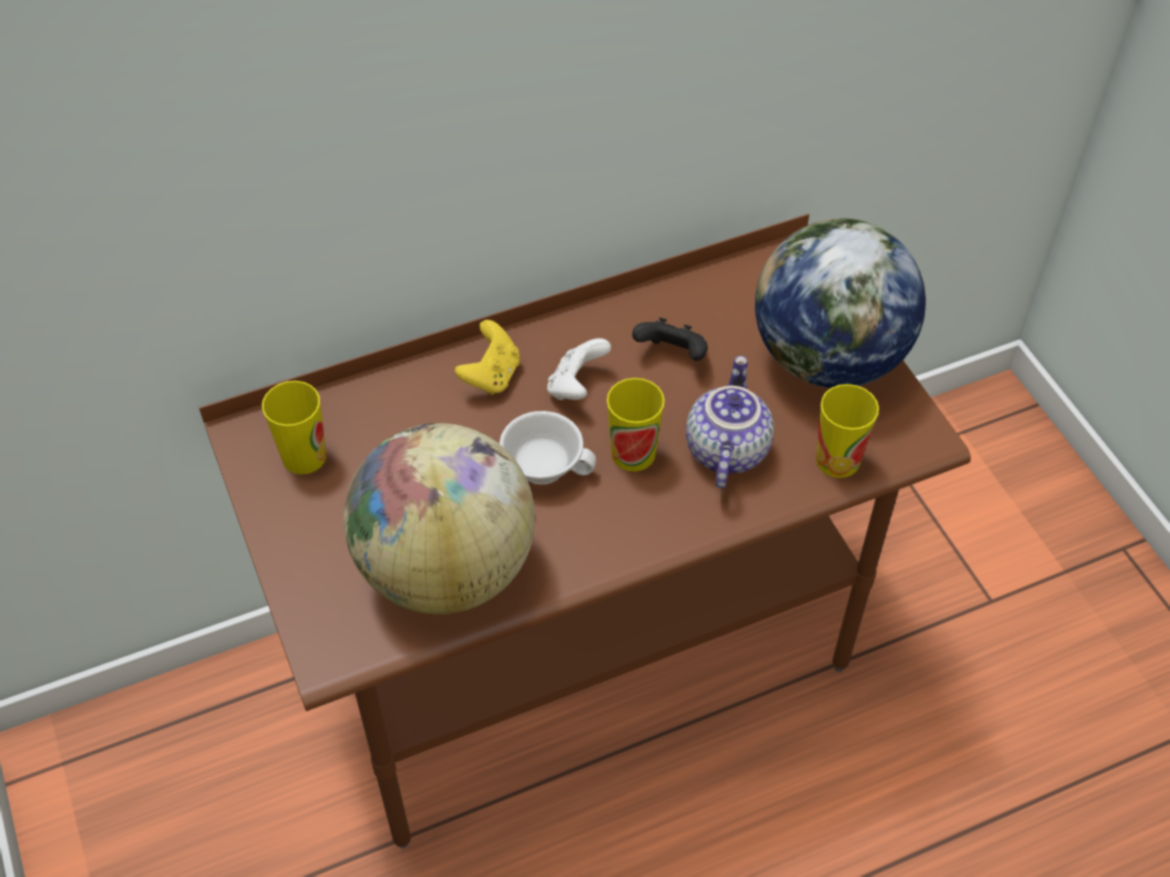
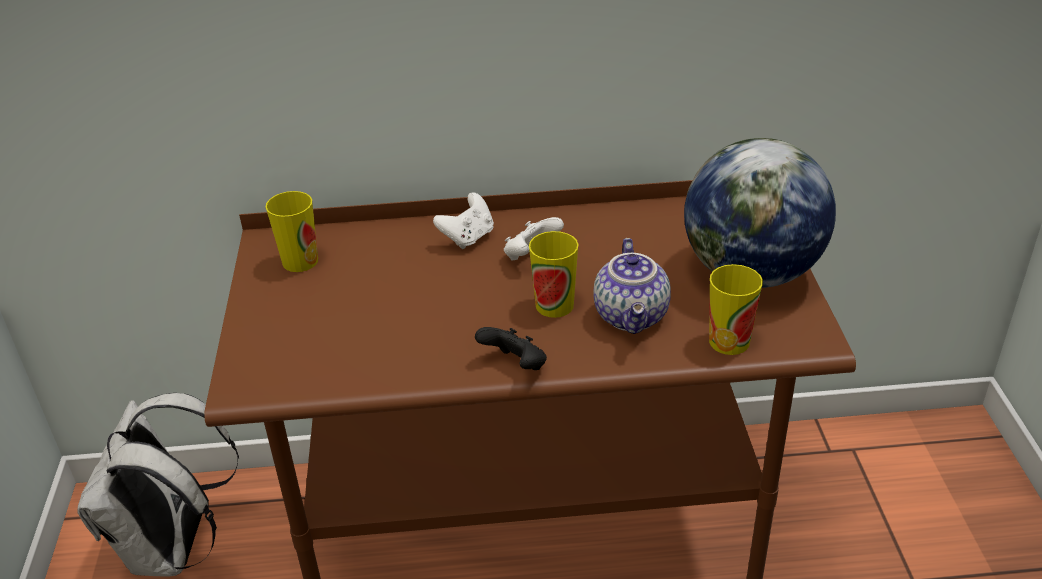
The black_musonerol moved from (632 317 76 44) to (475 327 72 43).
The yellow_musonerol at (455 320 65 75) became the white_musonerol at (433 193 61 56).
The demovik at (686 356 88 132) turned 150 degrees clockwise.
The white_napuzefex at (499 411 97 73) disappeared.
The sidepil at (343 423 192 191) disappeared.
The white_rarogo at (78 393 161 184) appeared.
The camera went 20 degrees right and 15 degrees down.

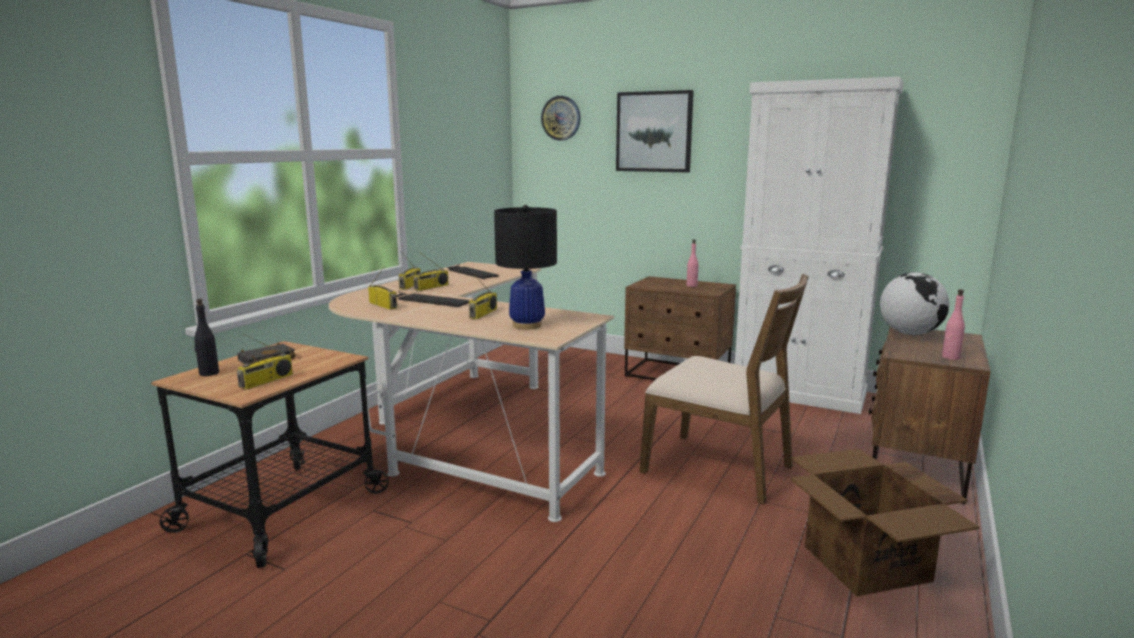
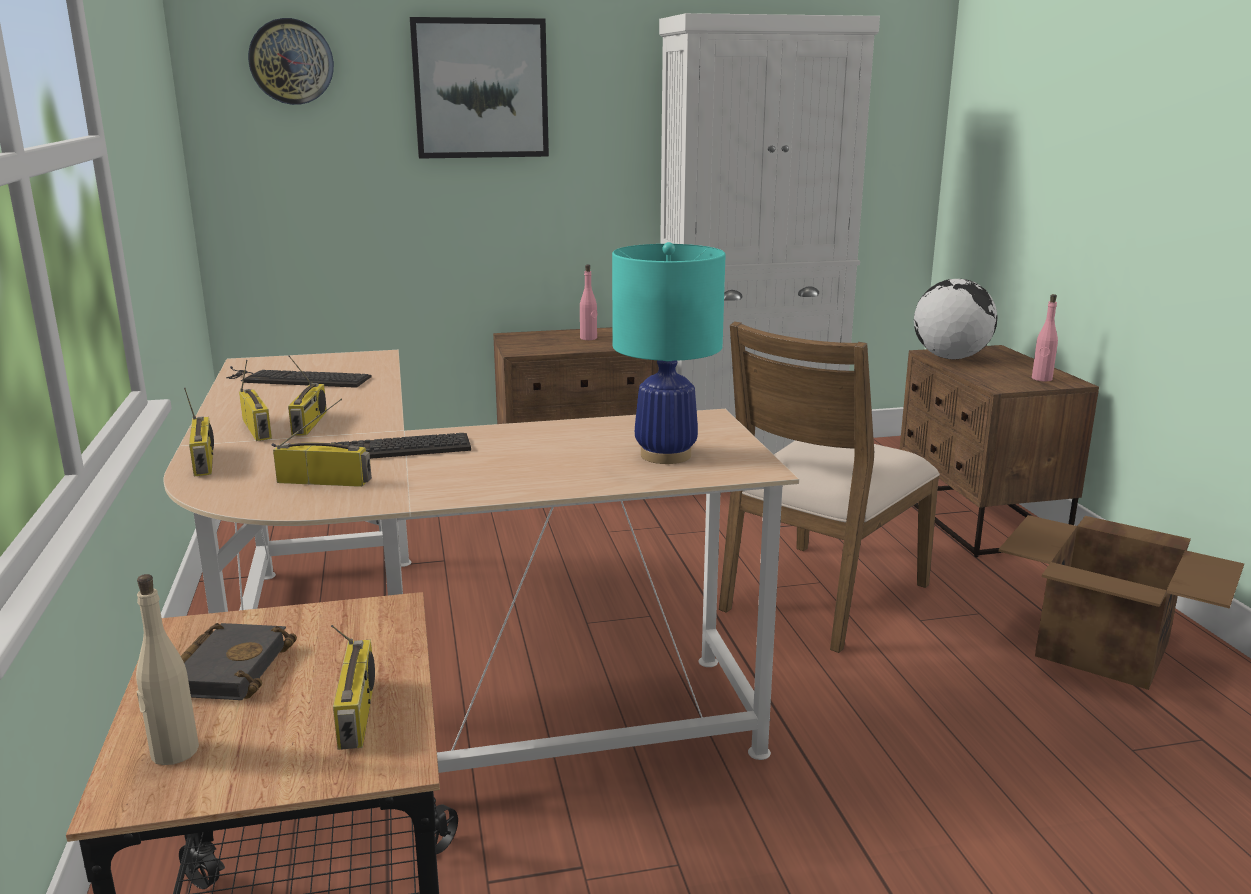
The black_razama at (494 205 63 125) became the turquoise_razama at (612 242 114 222).
The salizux moved from (469 272 28 47) to (184 387 30 89).
The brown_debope at (640 274 169 230) turned 135 degrees clockwise.
The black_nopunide at (194 299 25 77) became the beige_nopunide at (136 574 63 191).
The camera went 40 degrees left and 5 degrees up.

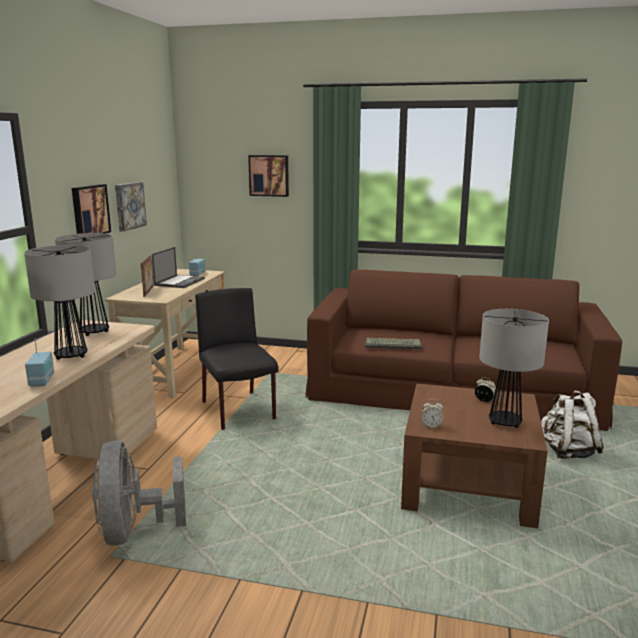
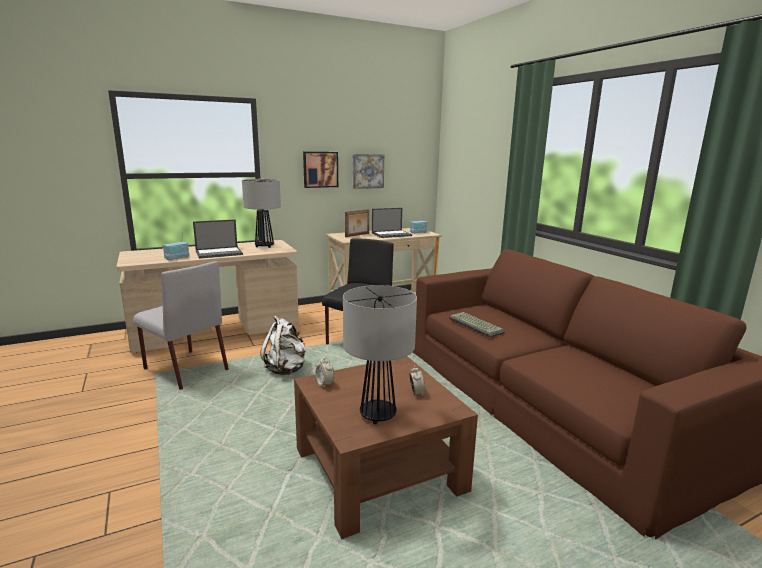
The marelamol at (248 155 41 42) disappeared.
The razama at (24 245 71 115) was replaced by the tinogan at (193 219 50 40).
The white_rarogo moved from (541 391 63 68) to (260 316 45 59).
The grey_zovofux at (92 440 94 106) was replaced by the grey_debope at (133 261 96 129).
The camera went 50 degrees right and 0 degrees up.

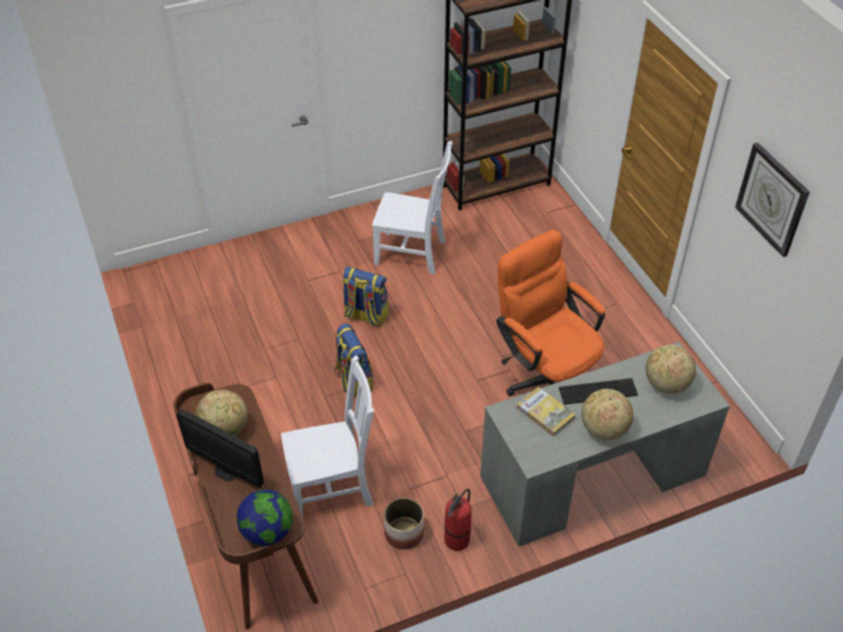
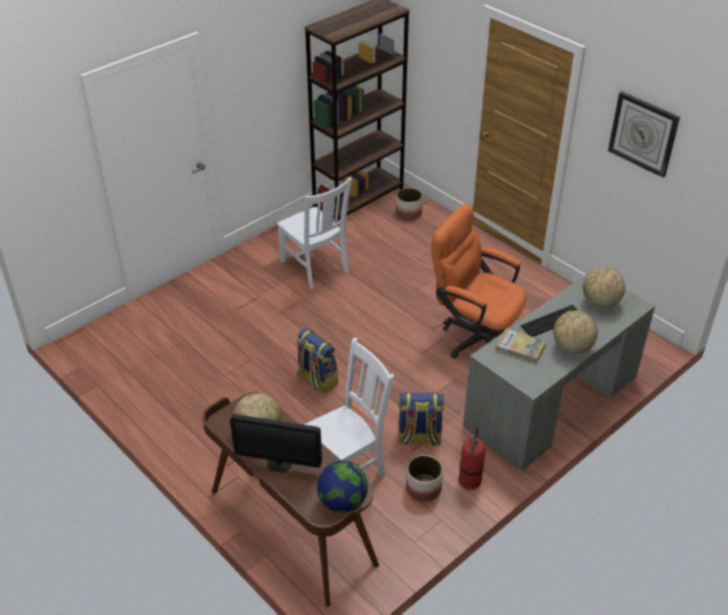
The white_debope at (372 141 81 134) turned 60 degrees clockwise.
The rarogo moved from (343 267 46 60) to (398 392 46 55).
The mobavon at (396 188 27 33) appeared.
The camera went 20 degrees left and 5 degrees down.

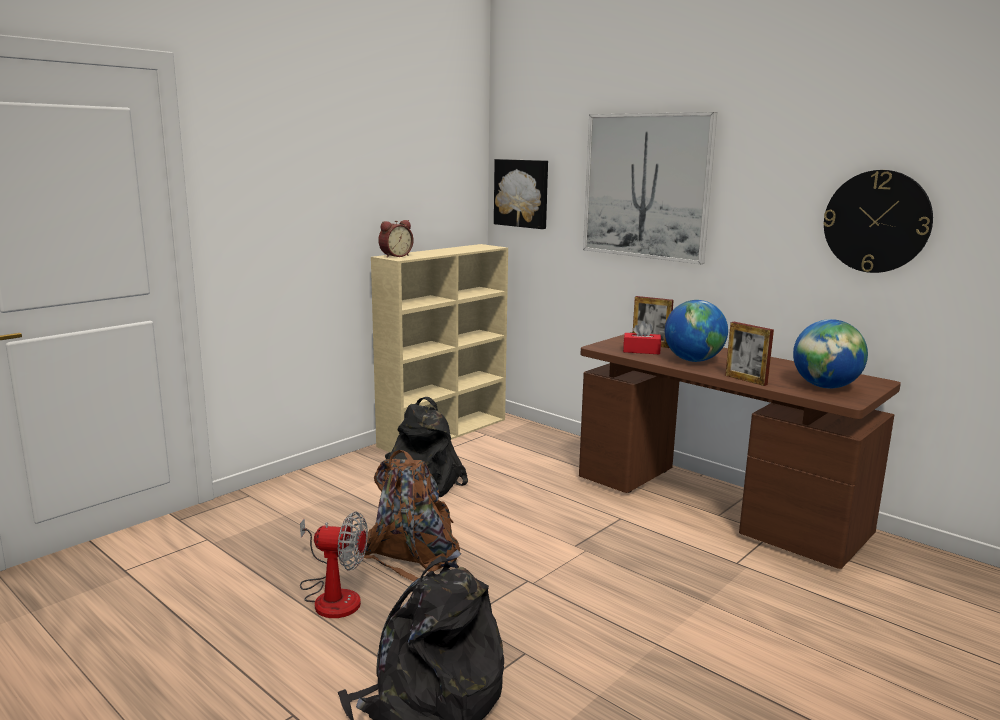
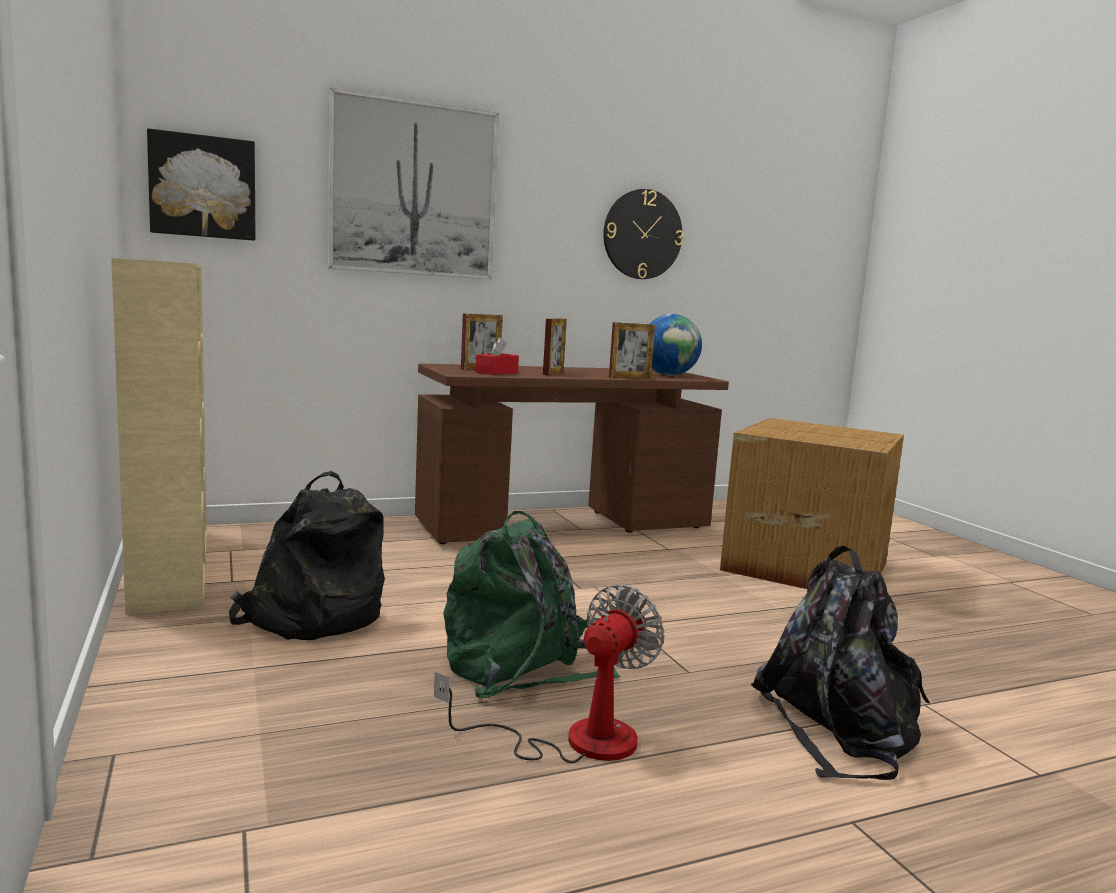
The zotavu at (378 220 35 37) disappeared.
The sidepil at (665 300 63 62) was replaced by the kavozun at (543 319 24 56).
The brown_rarogo at (355 450 106 131) became the green_rarogo at (443 511 177 187).
The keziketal at (720 418 184 171) appeared.
The camera went 65 degrees left and 5 degrees down.

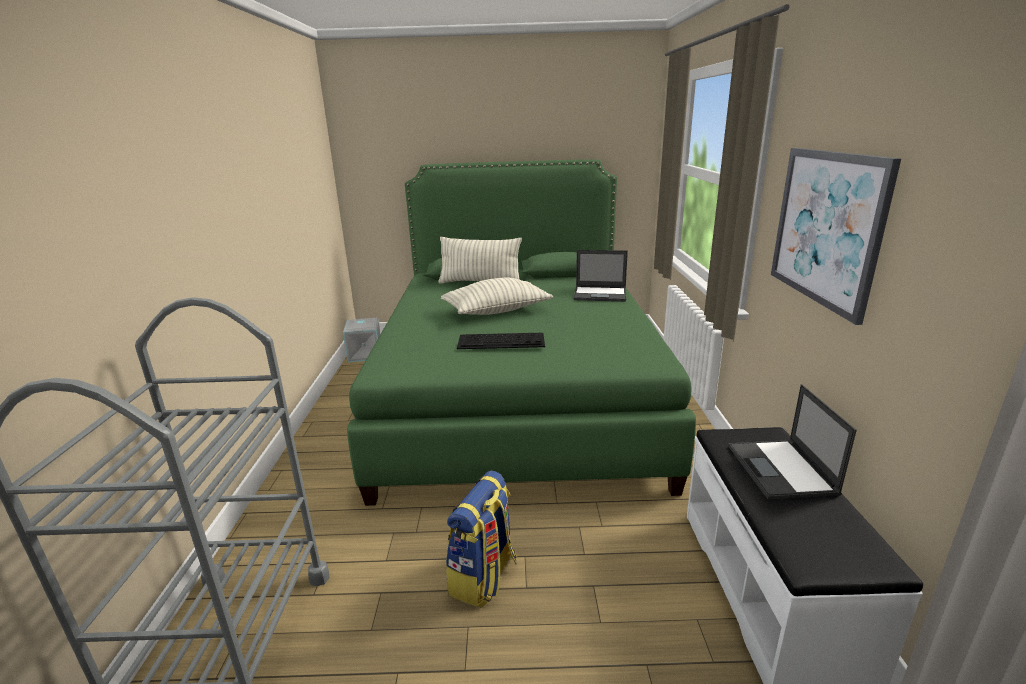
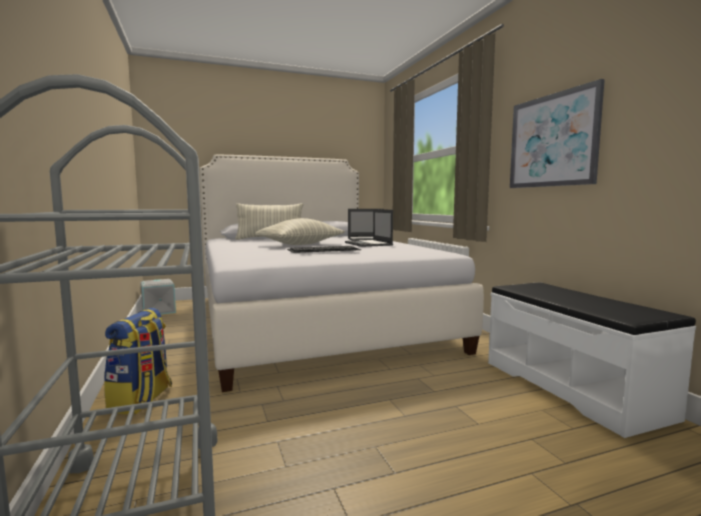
The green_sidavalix at (347 159 349 347) became the white_sidavalix at (199 155 285 237).
The tinogan moved from (729 384 128 115) to (345 209 48 38).
The rarogo moved from (446 471 71 137) to (104 308 68 107).
The camera went 20 degrees left and 15 degrees down.

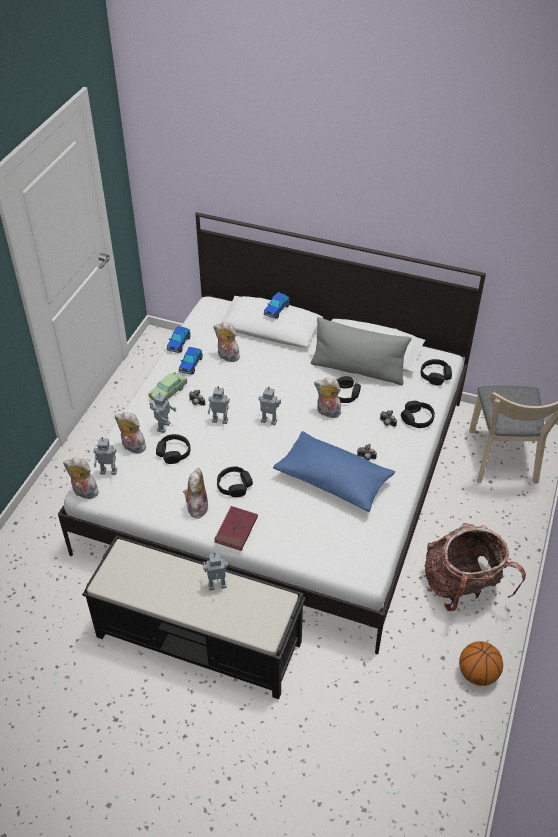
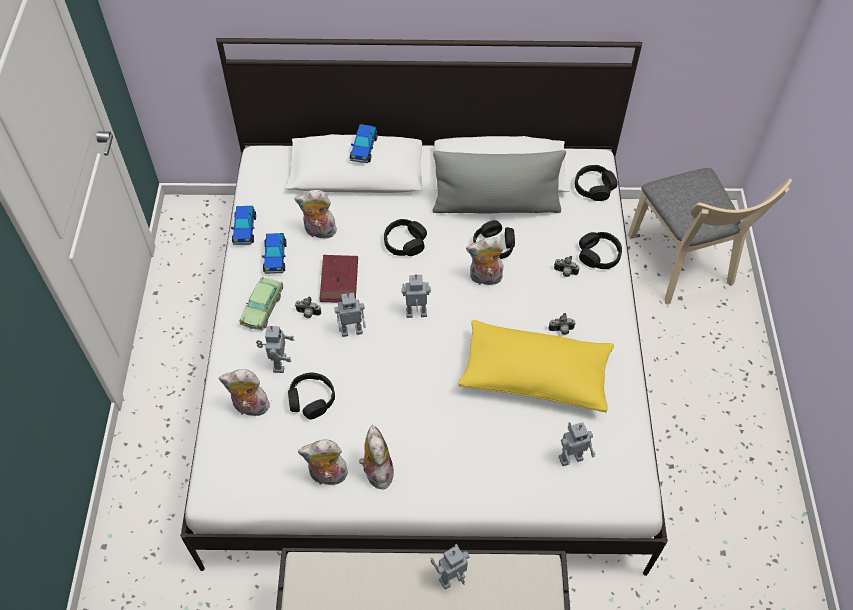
The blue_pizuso at (273 431 122 81) became the yellow_pizuso at (458 320 156 92).
The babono moved from (93 437 24 38) to (559 422 36 44).
The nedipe moved from (63 458 39 43) to (298 440 50 45).
The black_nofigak moved from (217 466 36 31) to (384 219 43 37).
The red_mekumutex moved from (214 506 44 45) to (320 255 38 48).
The rarogo at (425 523 101 88) disappeared.
The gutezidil at (459 641 44 45) disappeared.
The camera went 20 degrees left and 10 degrees up.

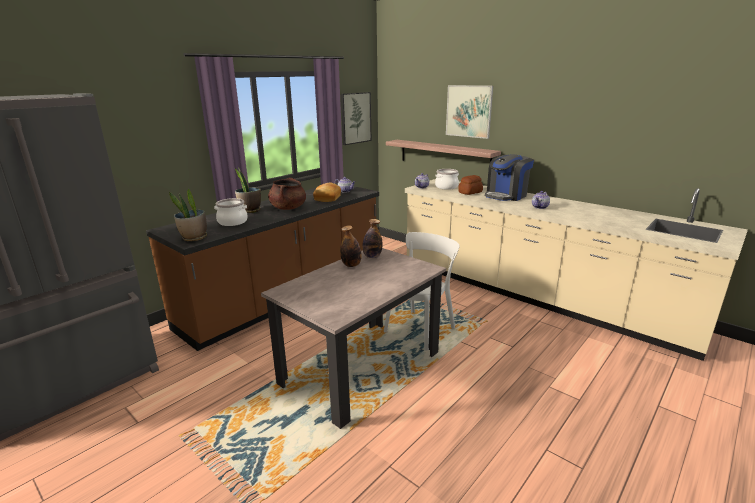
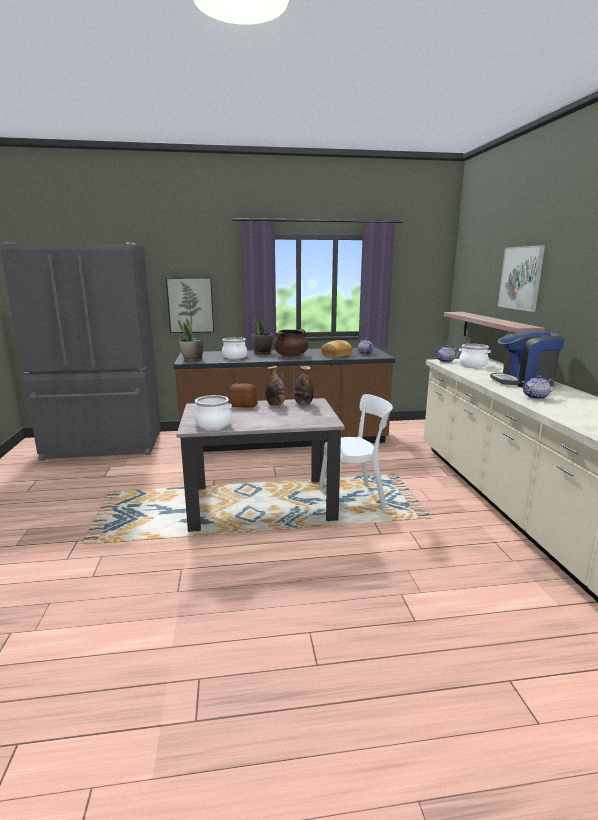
The marelamol moved from (341 92 30 53) to (166 277 48 56).
The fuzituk moved from (458 175 25 20) to (228 383 30 25).
The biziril at (193 395 39 34) appeared.
The camera went 40 degrees right and 5 degrees down.

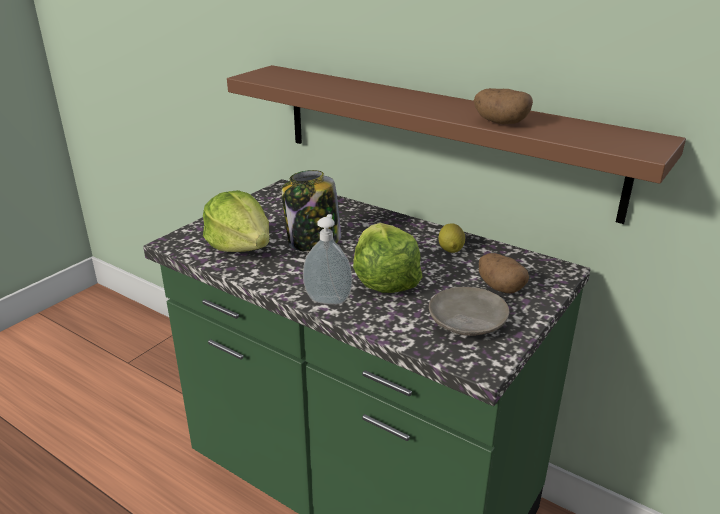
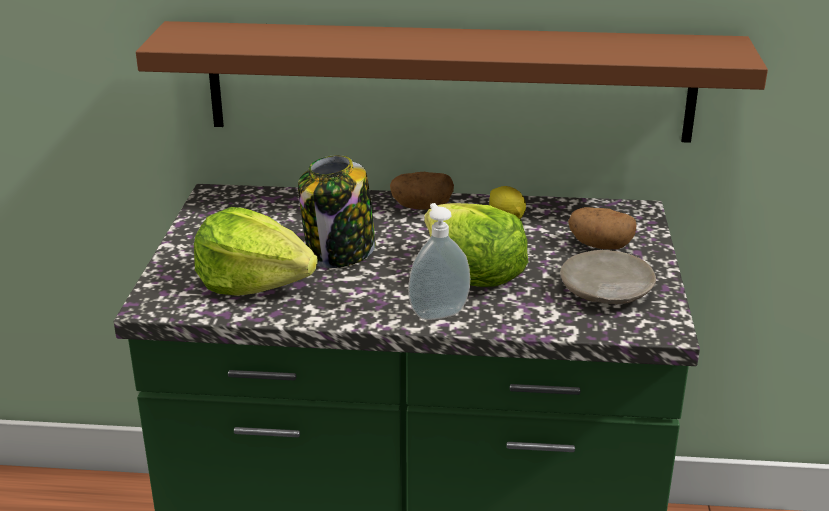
The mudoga moved from (474 88 59 36) to (390 172 64 37).
The camera went 30 degrees left and 0 degrees up.

